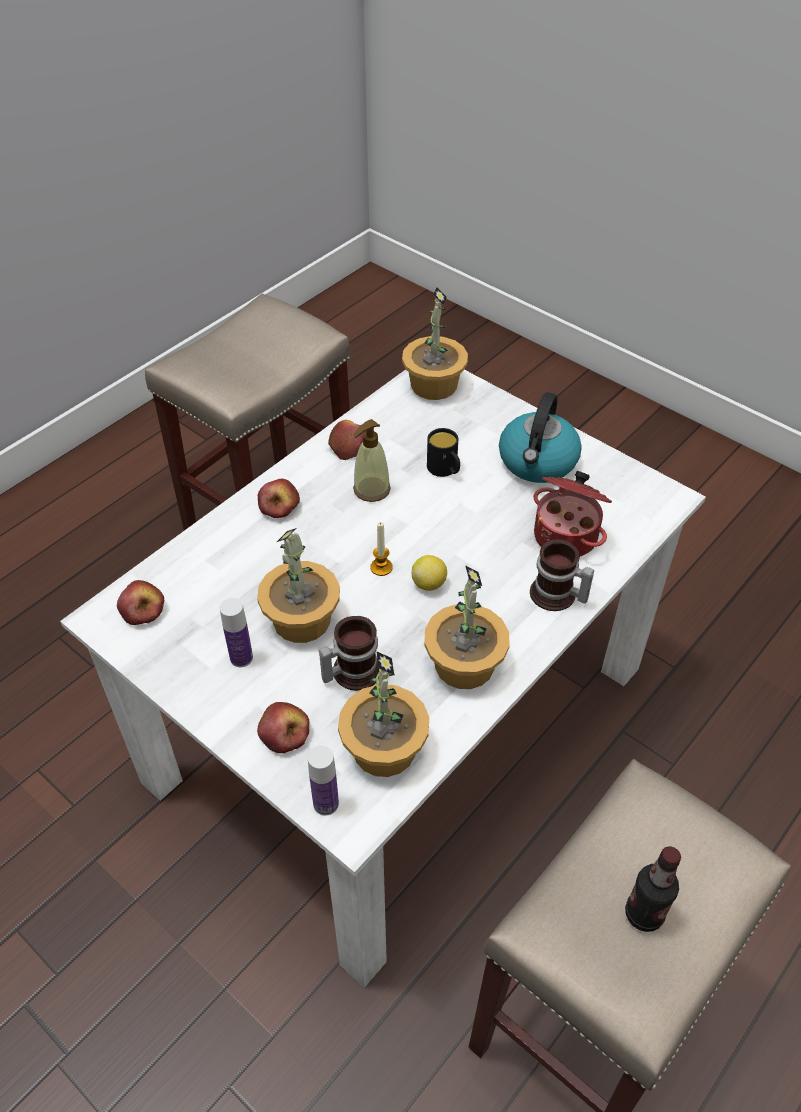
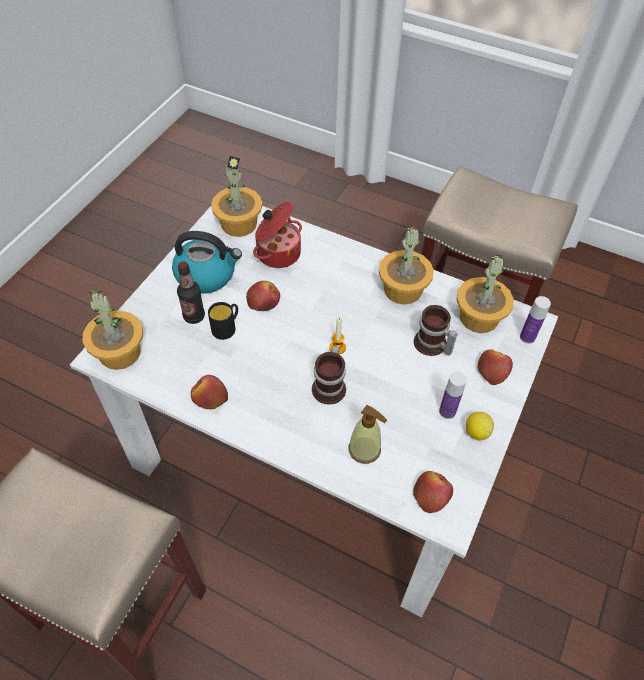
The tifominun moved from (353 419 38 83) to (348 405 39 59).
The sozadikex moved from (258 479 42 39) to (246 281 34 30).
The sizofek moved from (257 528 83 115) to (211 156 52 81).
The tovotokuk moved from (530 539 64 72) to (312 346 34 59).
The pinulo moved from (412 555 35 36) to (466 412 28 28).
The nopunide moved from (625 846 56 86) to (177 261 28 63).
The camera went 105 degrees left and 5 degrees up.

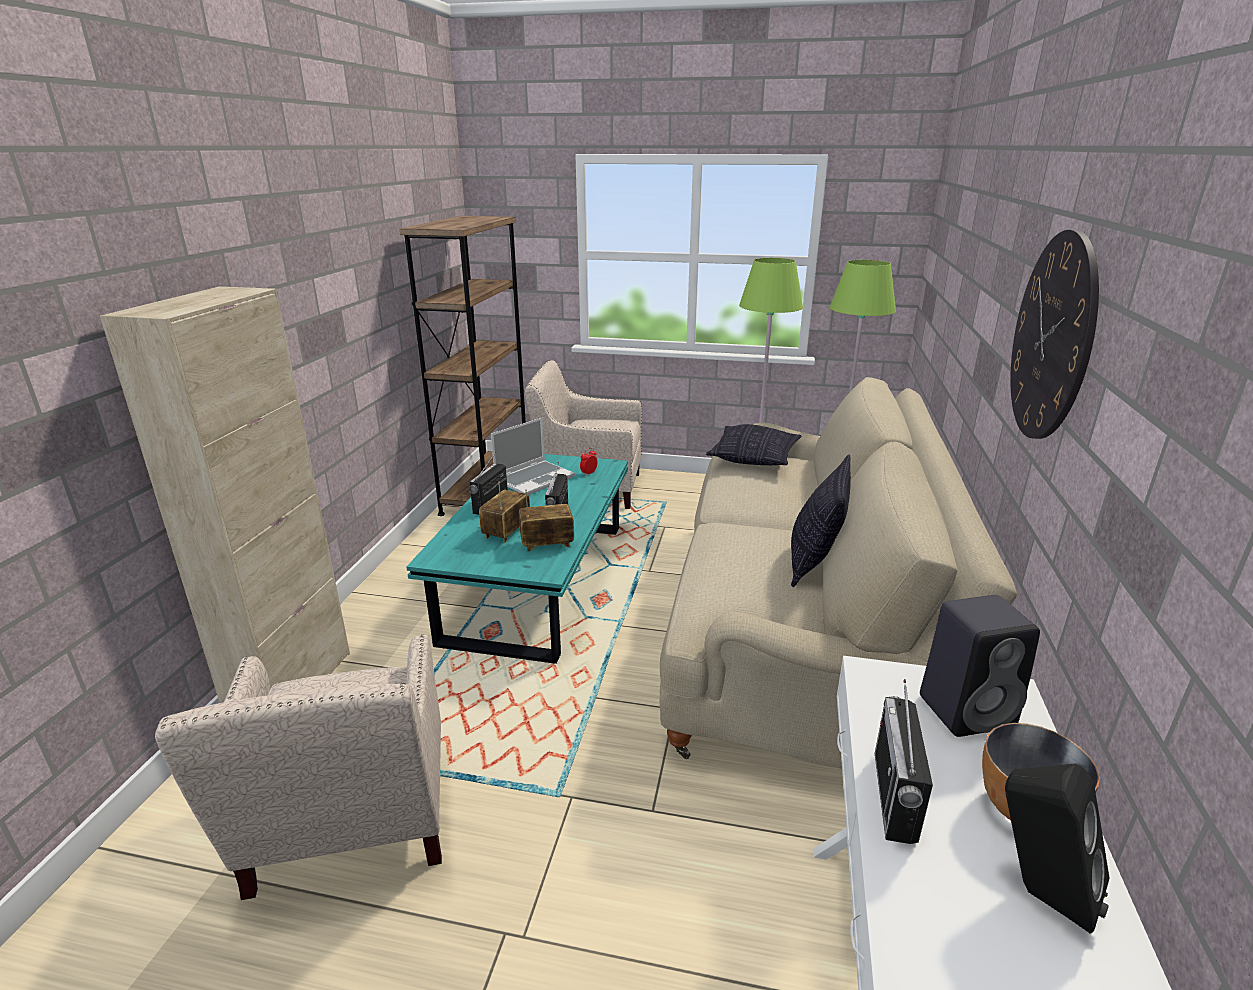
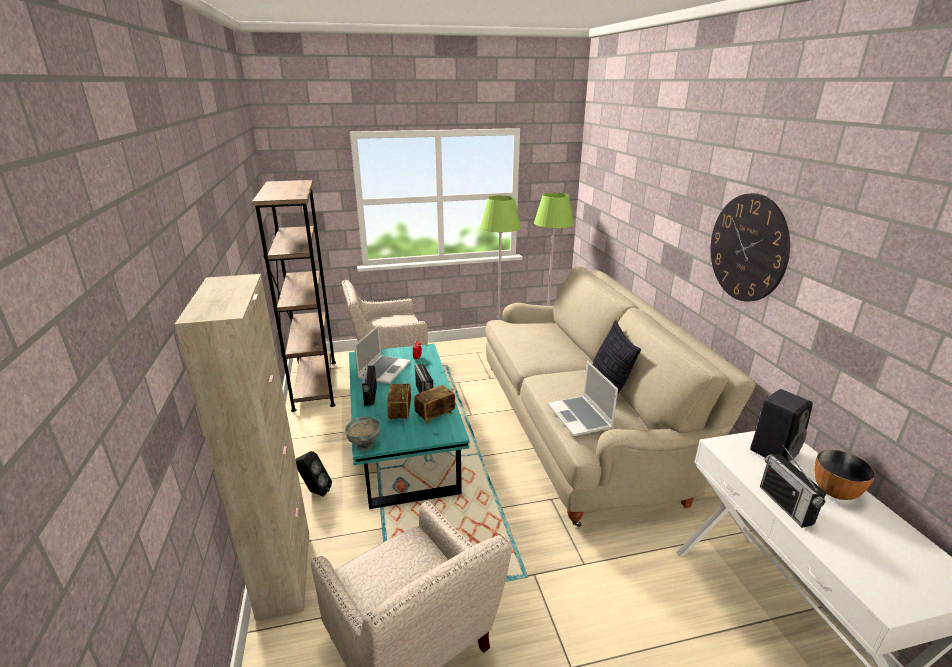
The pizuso at (706 424 95 41) disappeared.
The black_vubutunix moved from (1005 764 105 170) to (296 451 36 46).
The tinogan at (548 361 70 75) appeared.
The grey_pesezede at (345 416 35 35) appeared.
The camera went 25 degrees left and 0 degrees up.

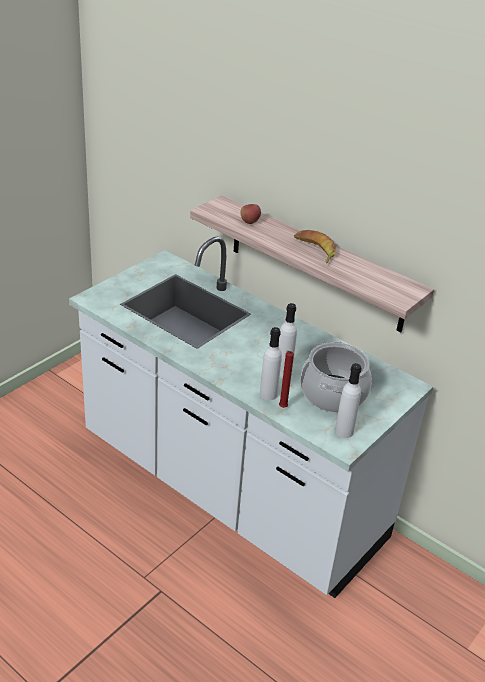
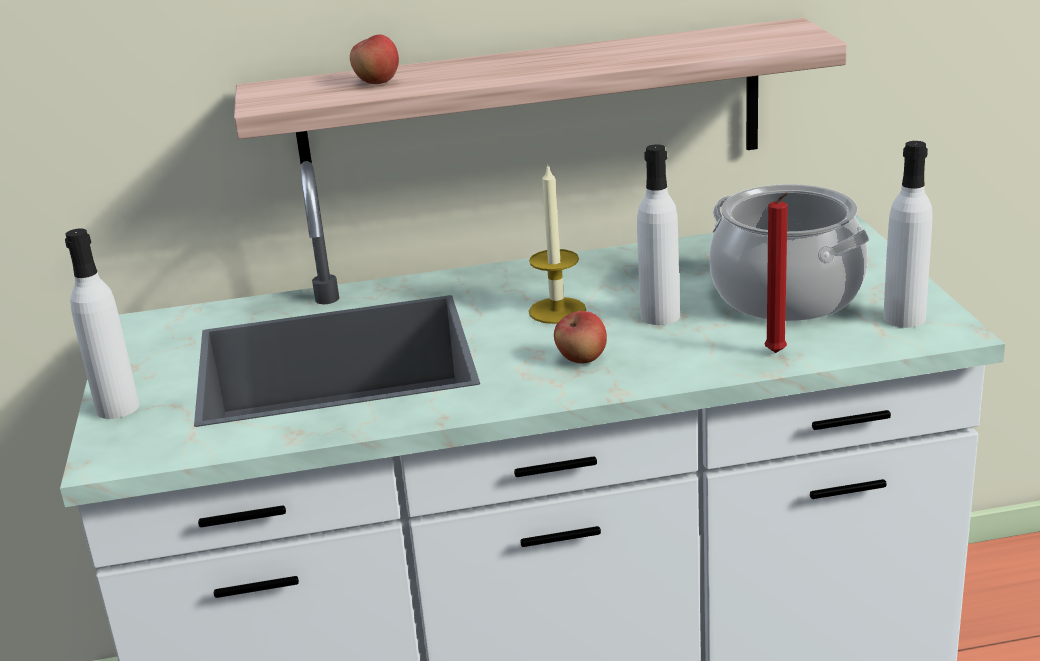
The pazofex at (294 230 42 33) disappeared.
The white_nopunide moved from (260 327 22 73) to (65 229 75 190).
The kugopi at (529 163 57 161) appeared.
The sozadikex at (554 311 53 53) appeared.
The camera went 45 degrees left and 10 degrees down.

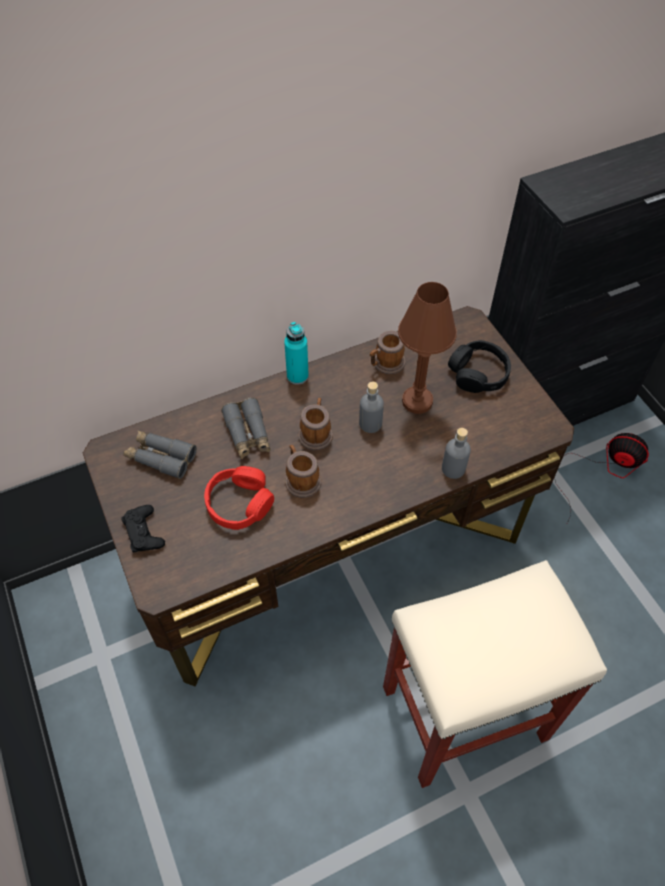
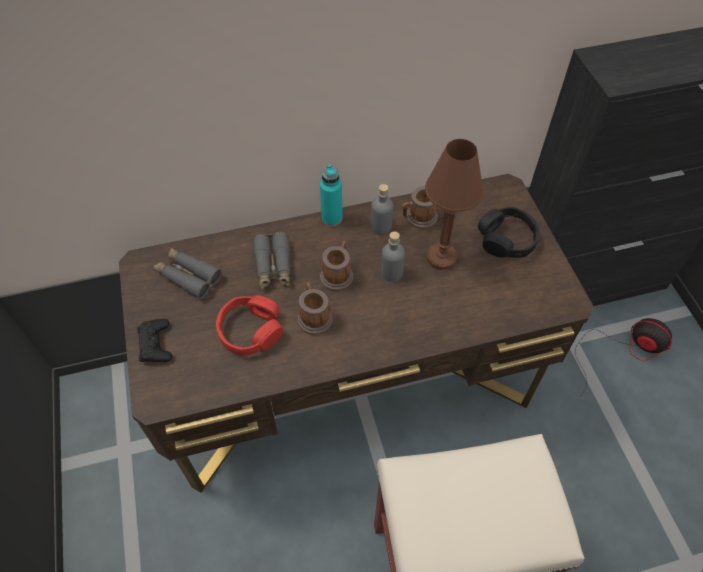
The grey_nopunide moved from (442 428 29 51) to (370 184 23 51).
The camera went 10 degrees right and 0 degrees up.

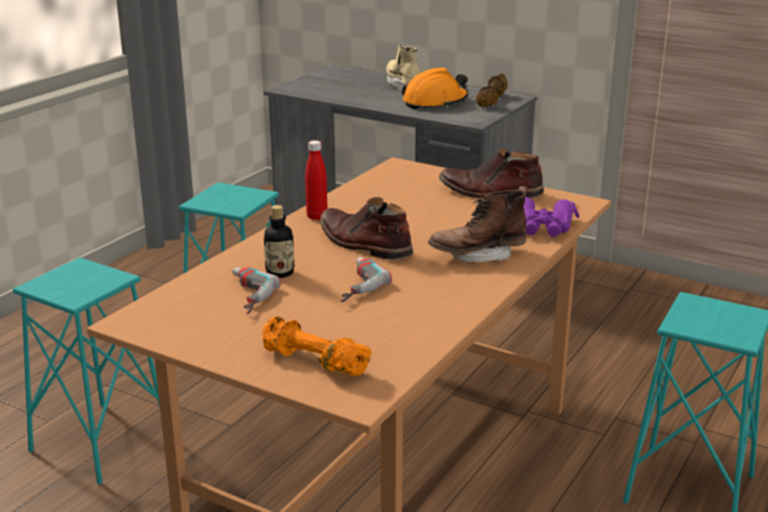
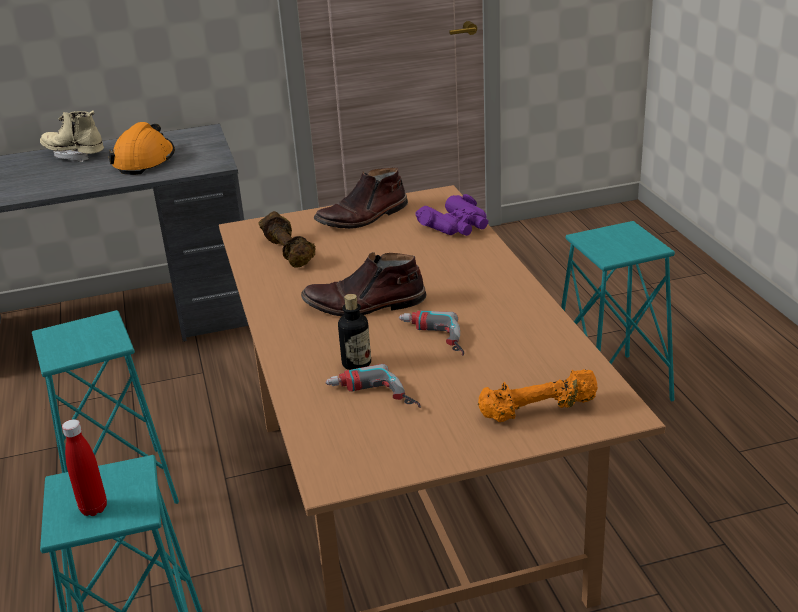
The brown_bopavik moved from (476 73 32 34) to (258 211 57 57).
The red_nopunide moved from (305 140 23 80) to (62 419 45 97).
The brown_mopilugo at (428 186 100 77) disappeared.
The camera went 45 degrees left and 5 degrees up.

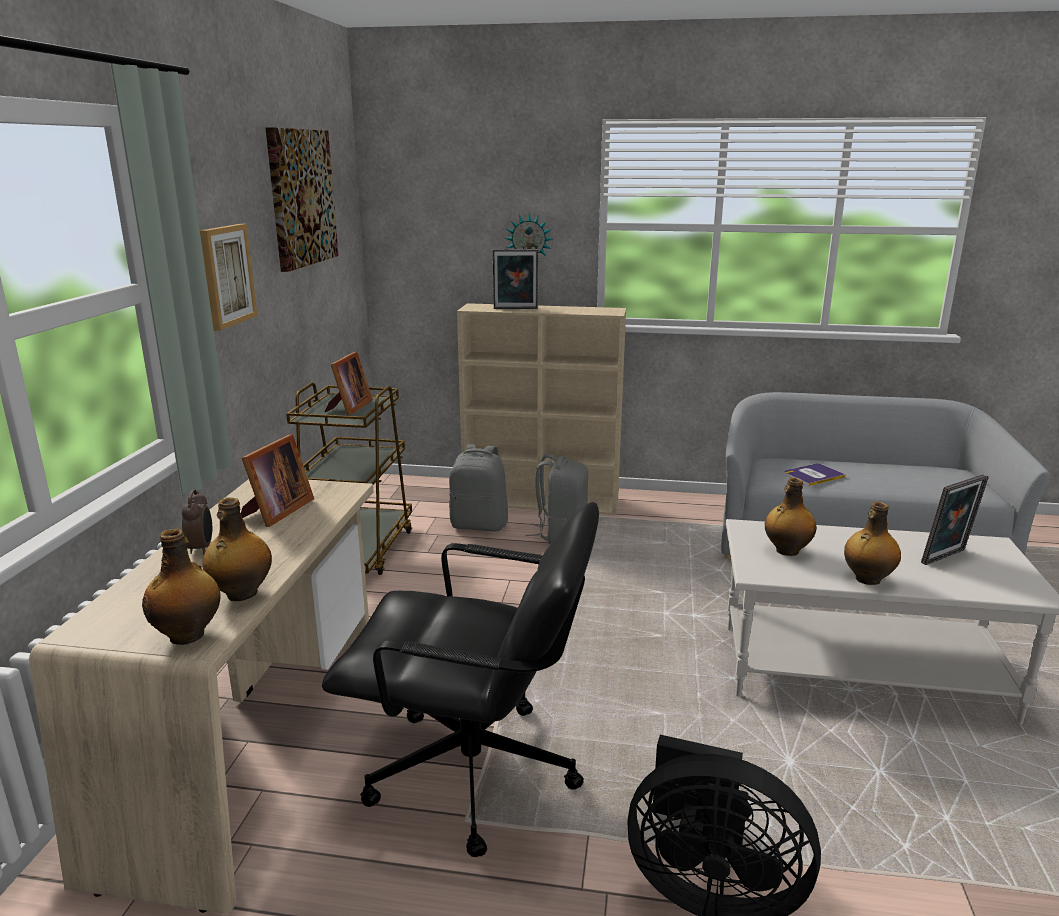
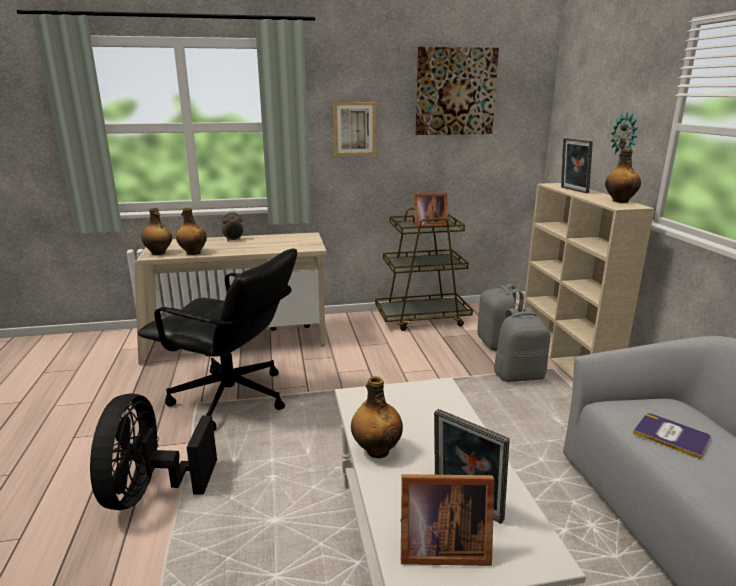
The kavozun moved from (241 434 73 93) to (400 474 95 92).
The nopunide moved from (764 478 52 78) to (605 148 36 55).
The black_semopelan at (322 502 277 355) turned 60 degrees counterclockwise.
The camera went 70 degrees right and 0 degrees up.

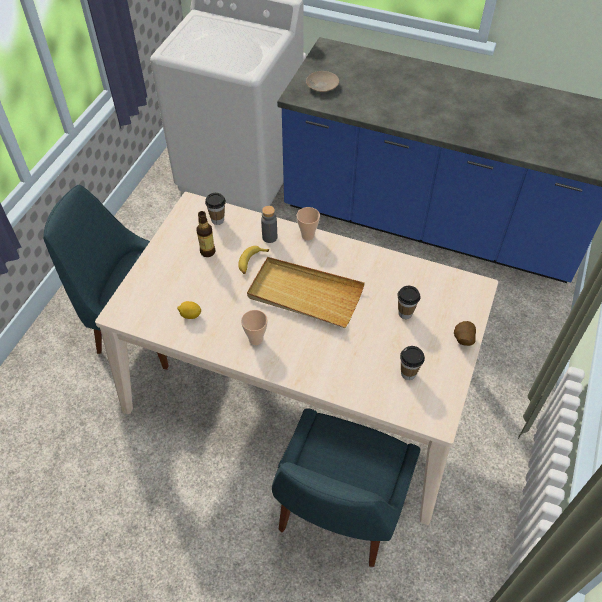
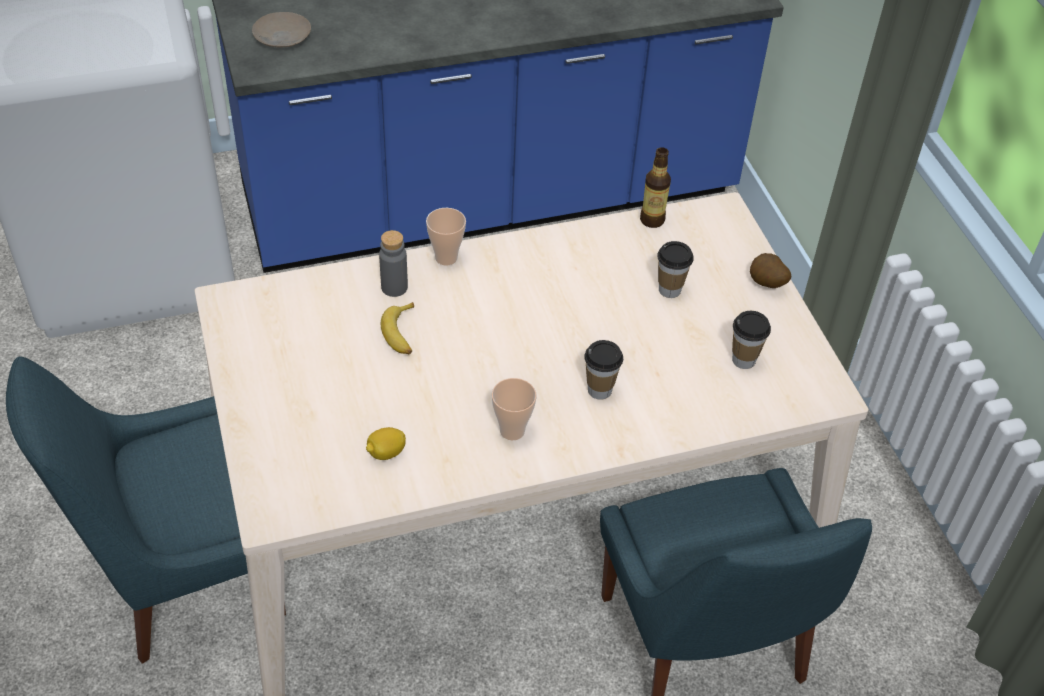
The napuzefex moved from (205 193 21 32) to (584 340 39 60).
The nopunide moved from (196 211 20 46) to (640 147 31 81).
The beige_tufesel at (247 257 118 71) disappeared.
The camera went 40 degrees left and 5 degrees down.

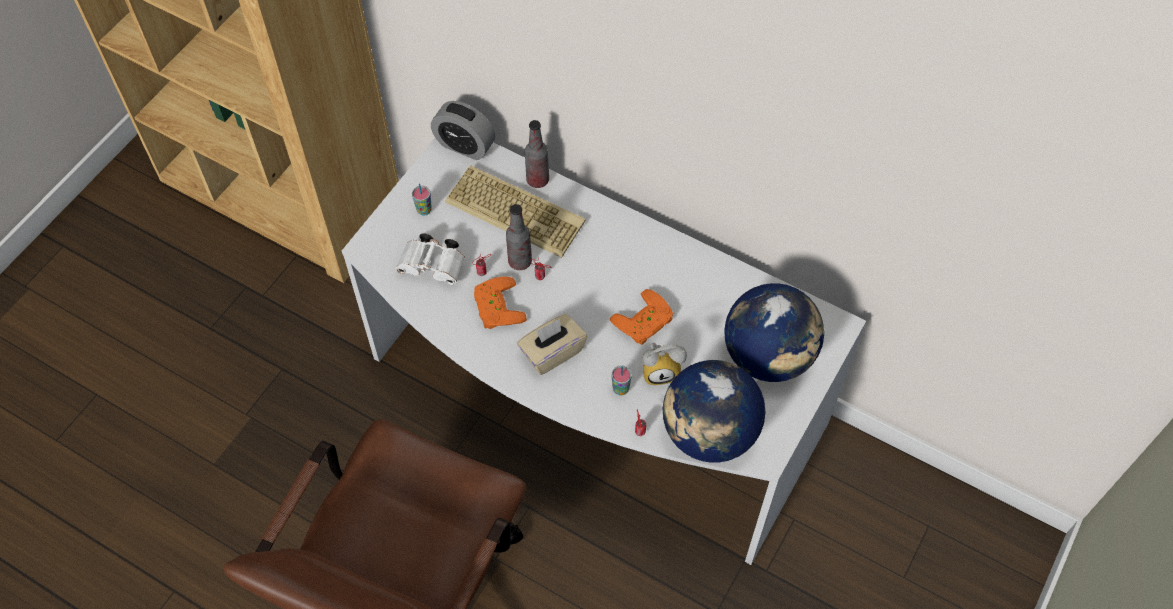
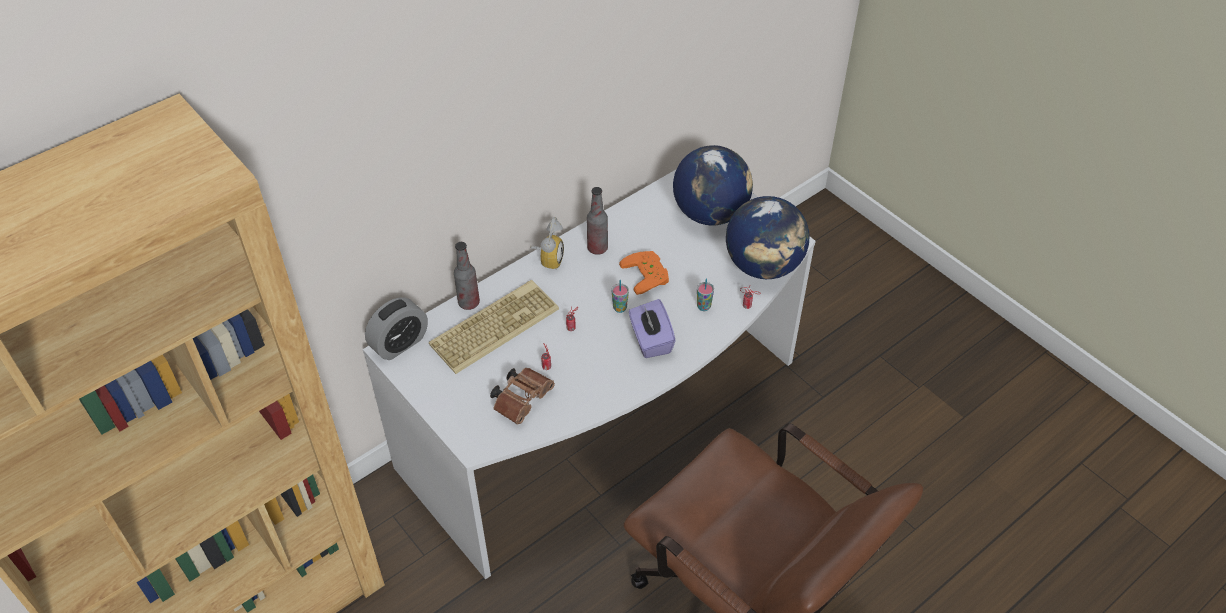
The napuzefex moved from (412 183 20 33) to (612 280 17 33).
The nopunide moved from (506 204 26 66) to (587 187 21 68).
The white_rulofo at (396 233 69 52) became the brown_rulofo at (490 368 65 57).
The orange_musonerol at (474 276 53 53) disappeared.
The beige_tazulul at (517 314 70 61) became the purple_tazulul at (629 299 47 59).
The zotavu moved from (643 343 44 42) to (530 217 34 53).
The camera went 70 degrees left and 10 degrees down.

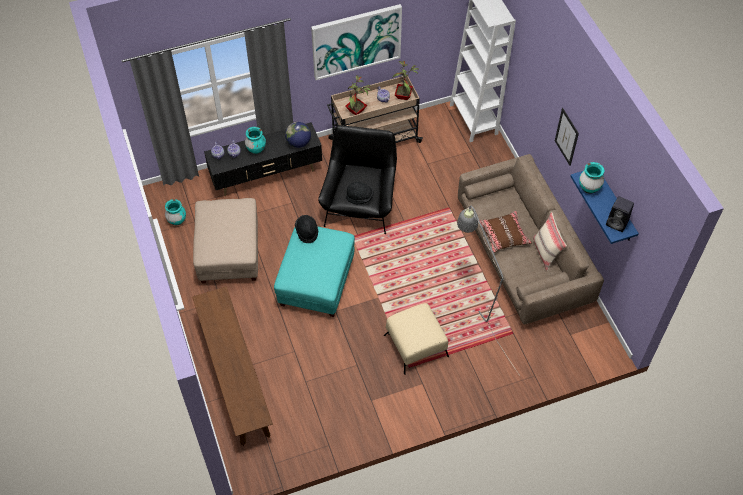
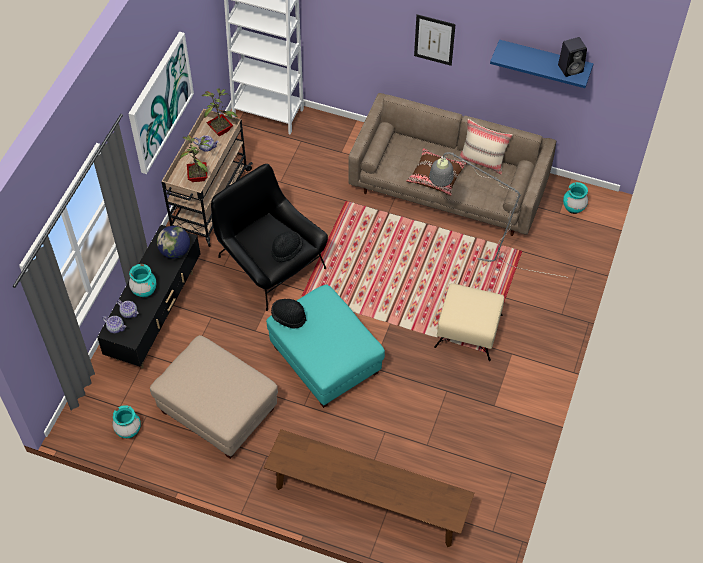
The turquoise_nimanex moved from (579 162 25 32) to (563 182 25 32).
The camera went 50 degrees left and 0 degrees up.

